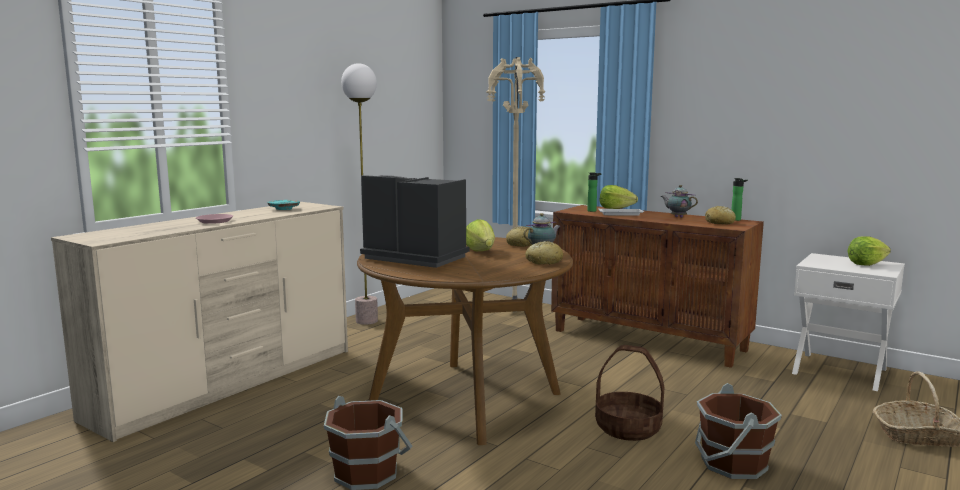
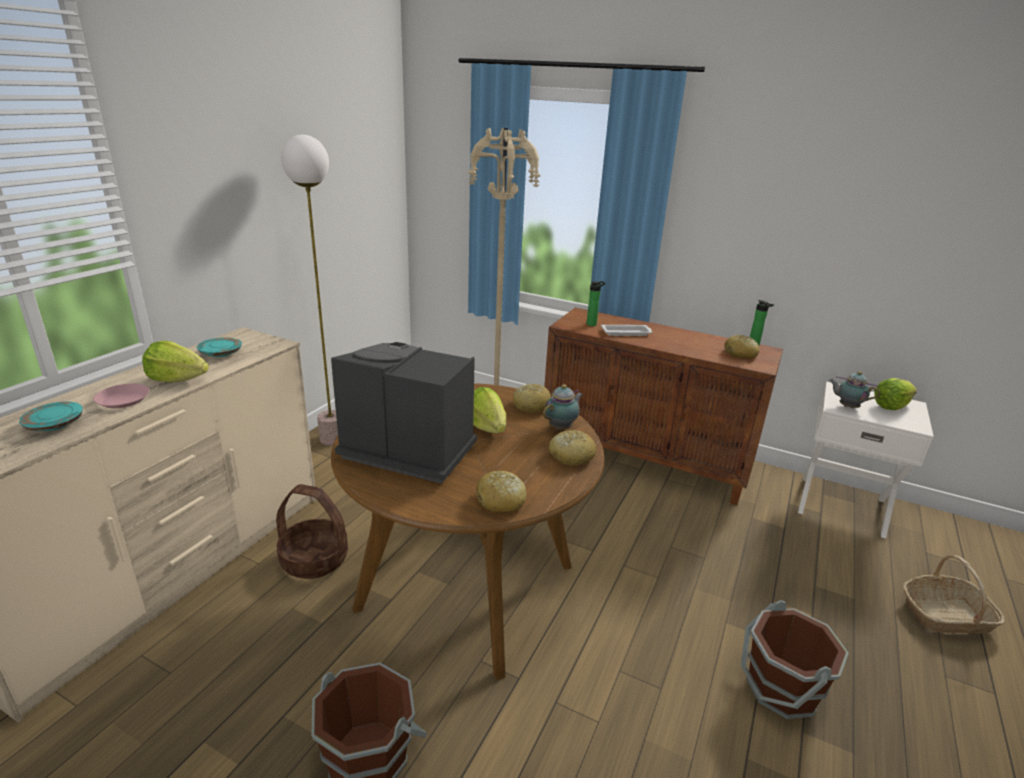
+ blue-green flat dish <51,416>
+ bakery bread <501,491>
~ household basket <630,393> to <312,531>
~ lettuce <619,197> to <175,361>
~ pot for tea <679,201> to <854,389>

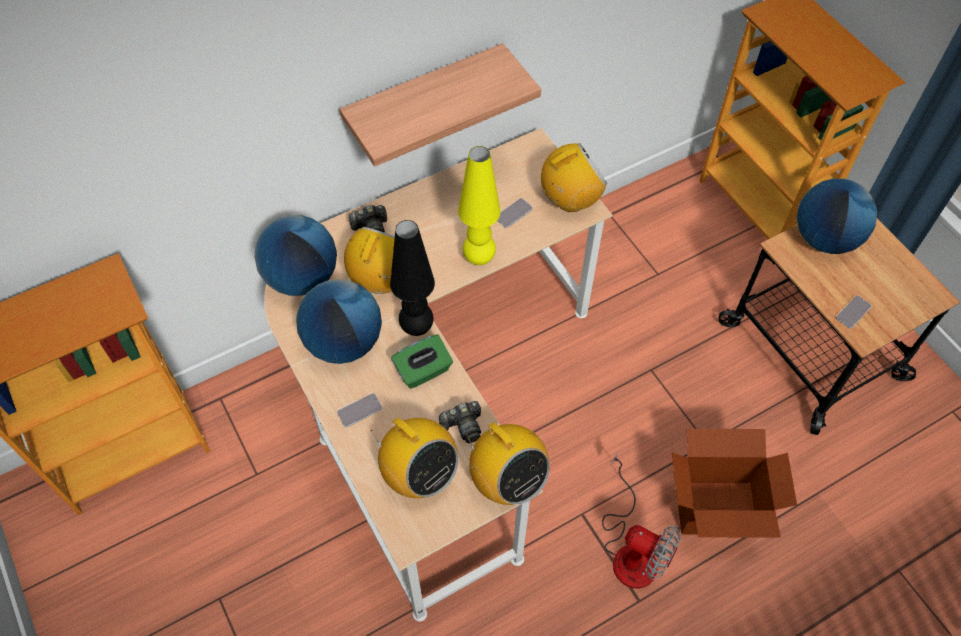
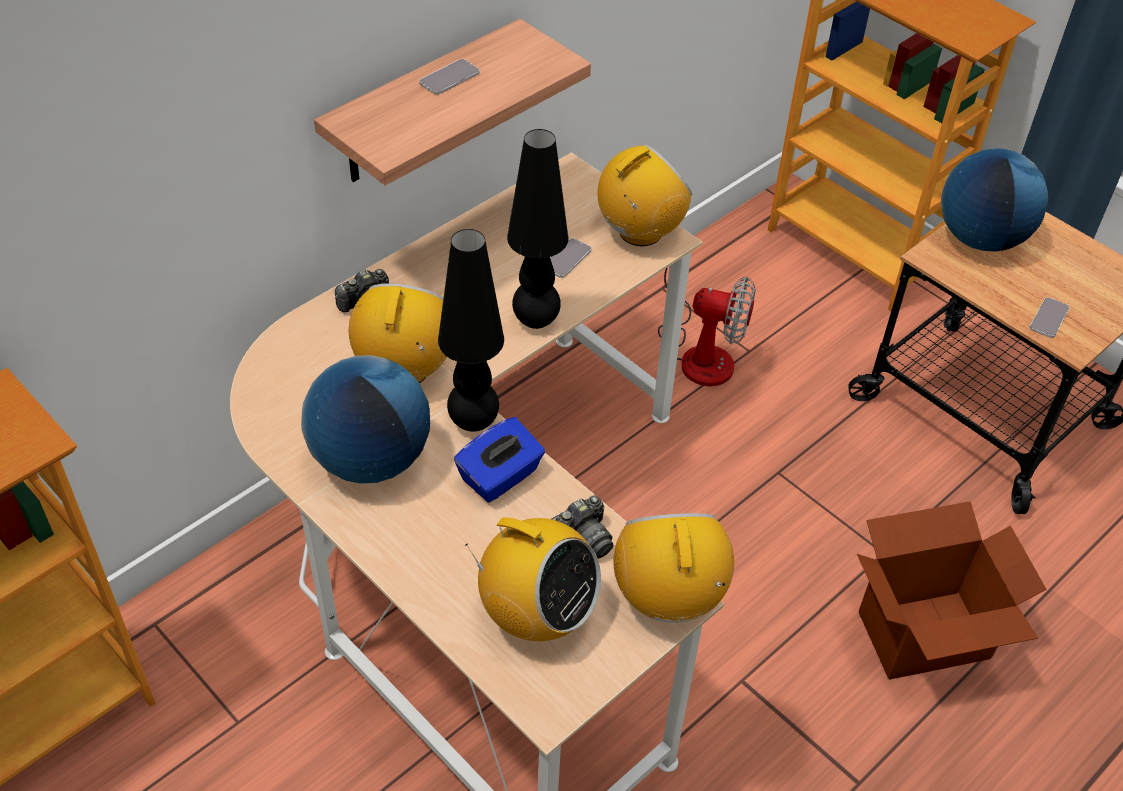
- desk globe <295,255>
~ phone <359,410> to <449,77>
~ cooling fan <641,519> to <707,326>
~ green tissue box <422,361> to bluish tissue box <499,459>
~ yellow-coloured table lamp <479,205> to black-coloured table lamp <537,229>
~ radio set <507,463> = <674,568> 135 degrees counterclockwise

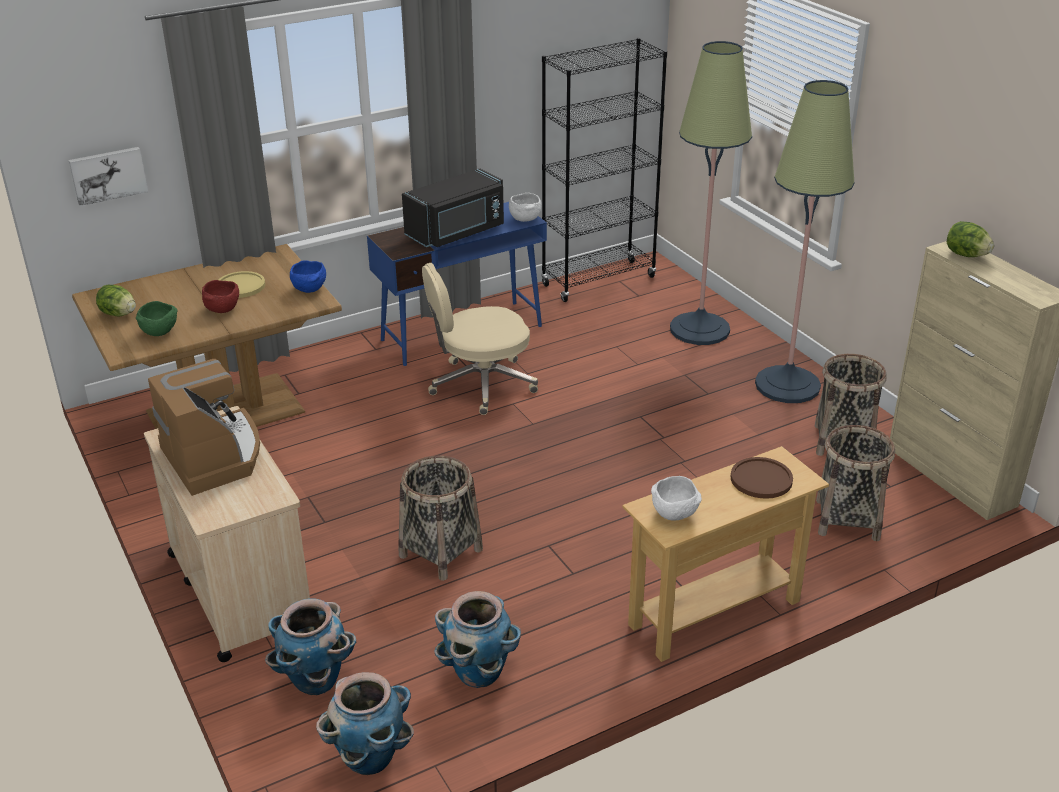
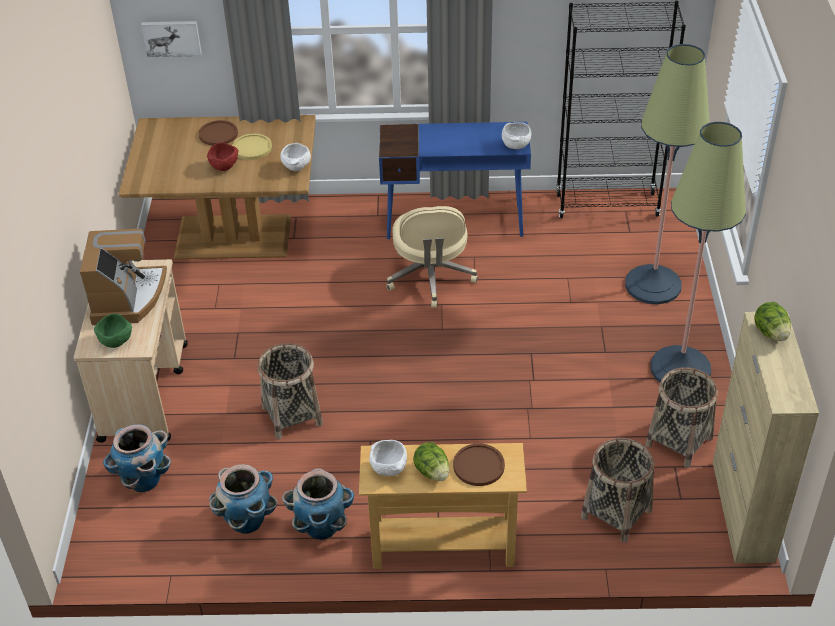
- black-coloured kitchen microwave <453,208>
+ brown-coloured flat dish <218,133>
~ lettuce <116,301> to <431,461>
~ green serving bowl <157,318> to <113,331>
~ planter <365,723> to <318,504>
~ bluish serving bowl <308,276> to whitish serving bowl <295,157>
~ beige office chair <480,339> = <432,257> 105 degrees counterclockwise

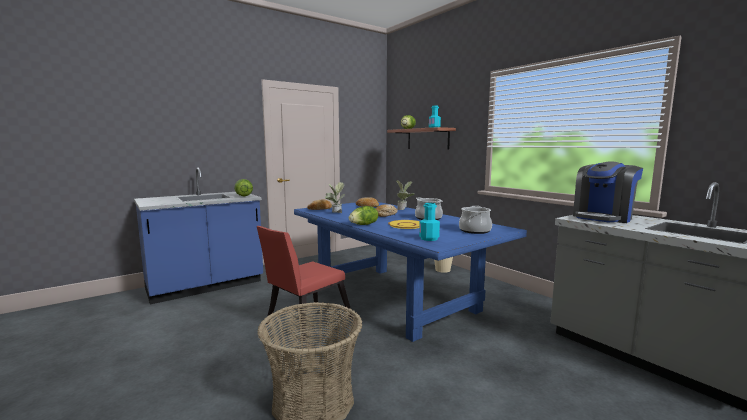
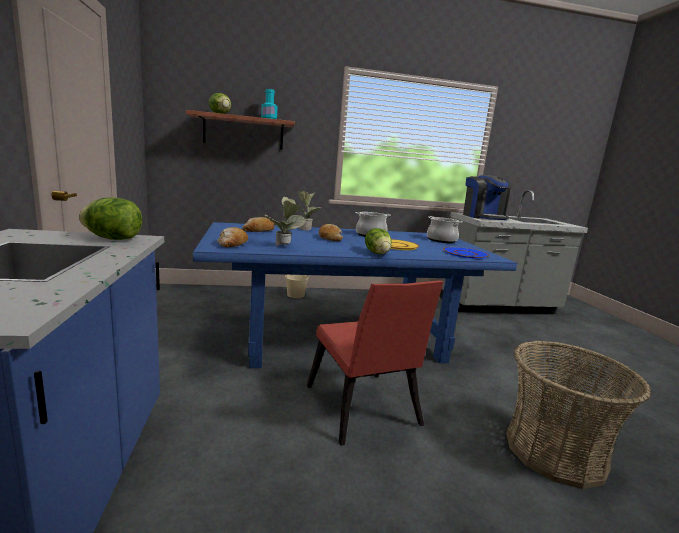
~ blue-green beverage bottle <429,222> to bluish flat dish <466,253>

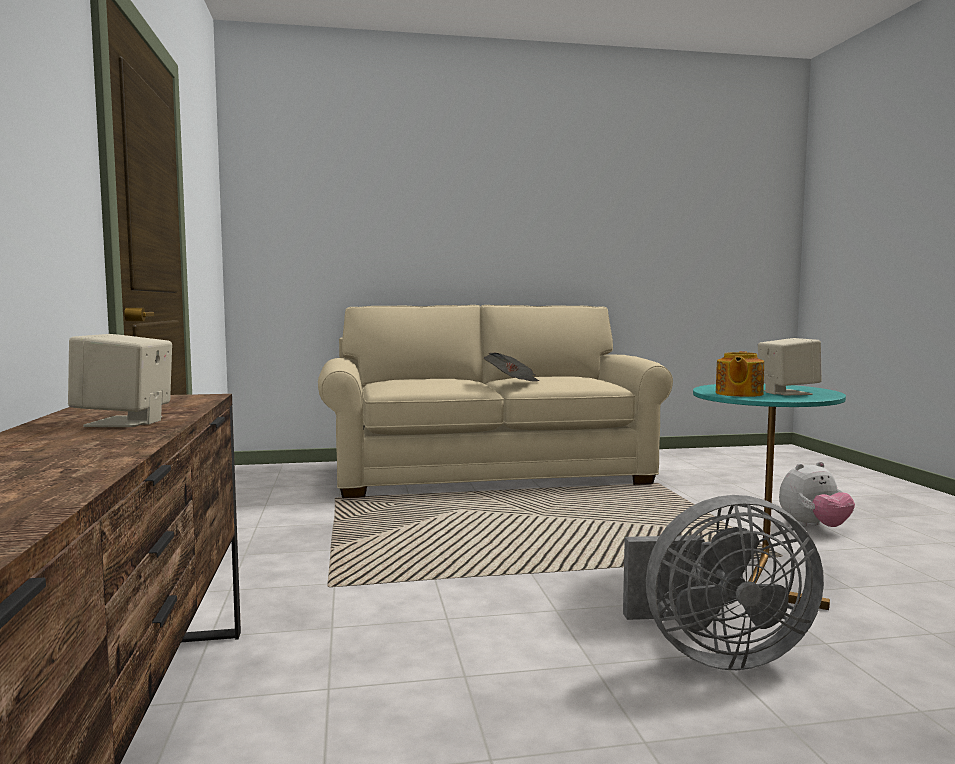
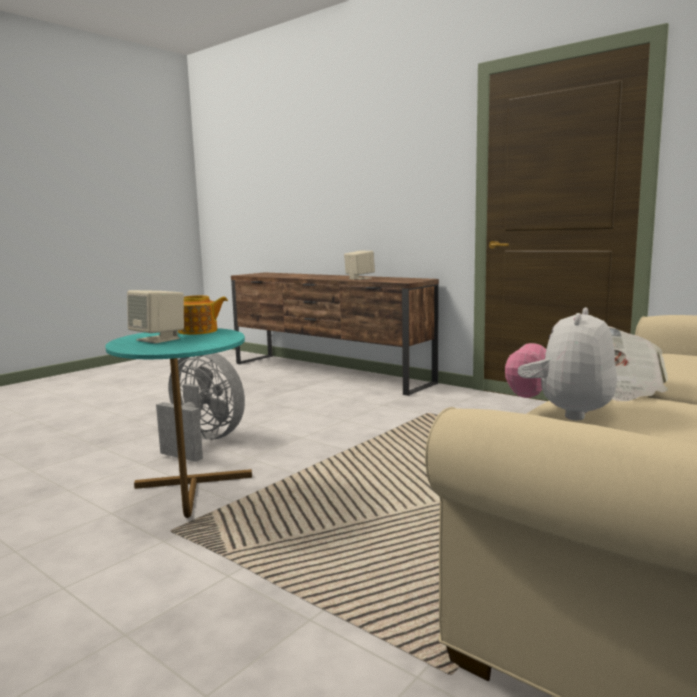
~ cuddly toy <817,494> to <561,363>
~ grey cooling fan <723,582> = <200,407> 75 degrees clockwise
~ pot for tea <740,374> = <203,315> 105 degrees clockwise

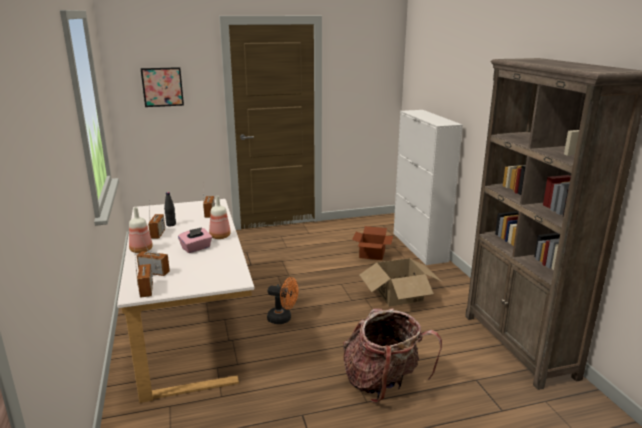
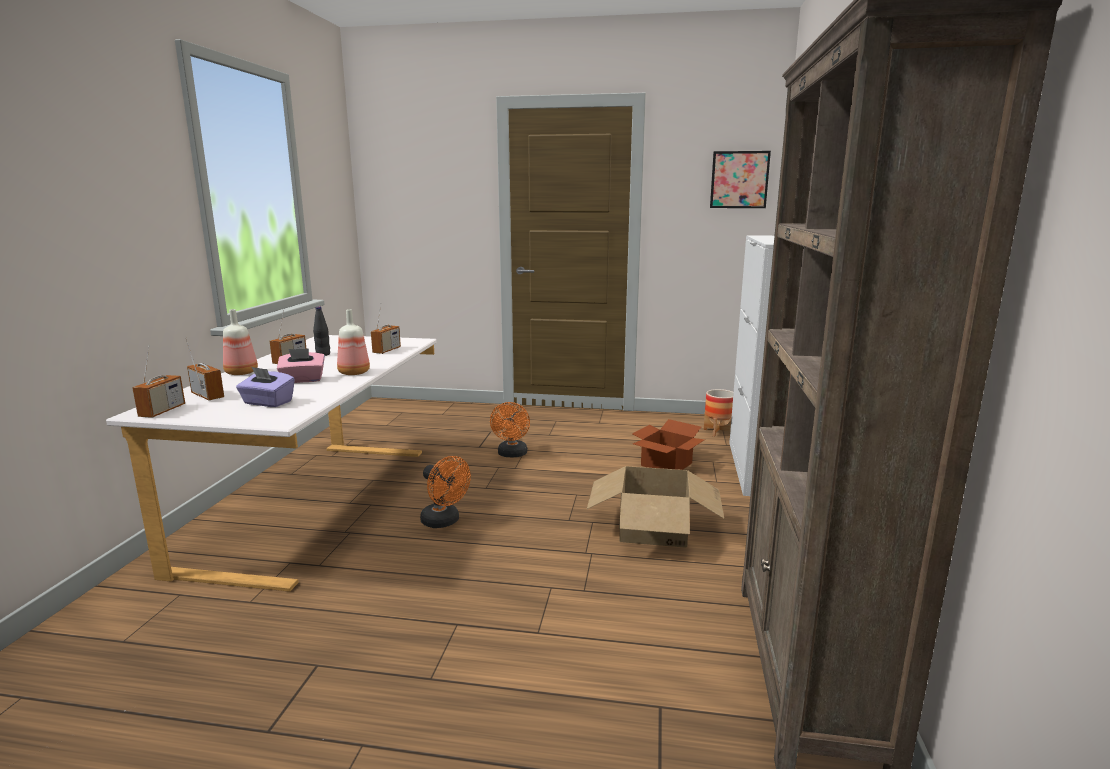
- backpack <392,355>
+ purple tissue box <265,387>
+ orange-coloured cooling fan <510,429>
+ planter <719,413>
~ wall art <162,87> to <740,179>

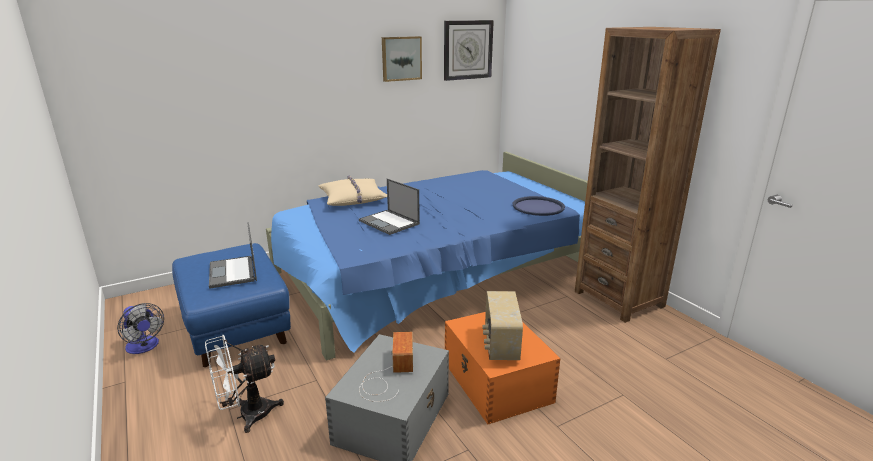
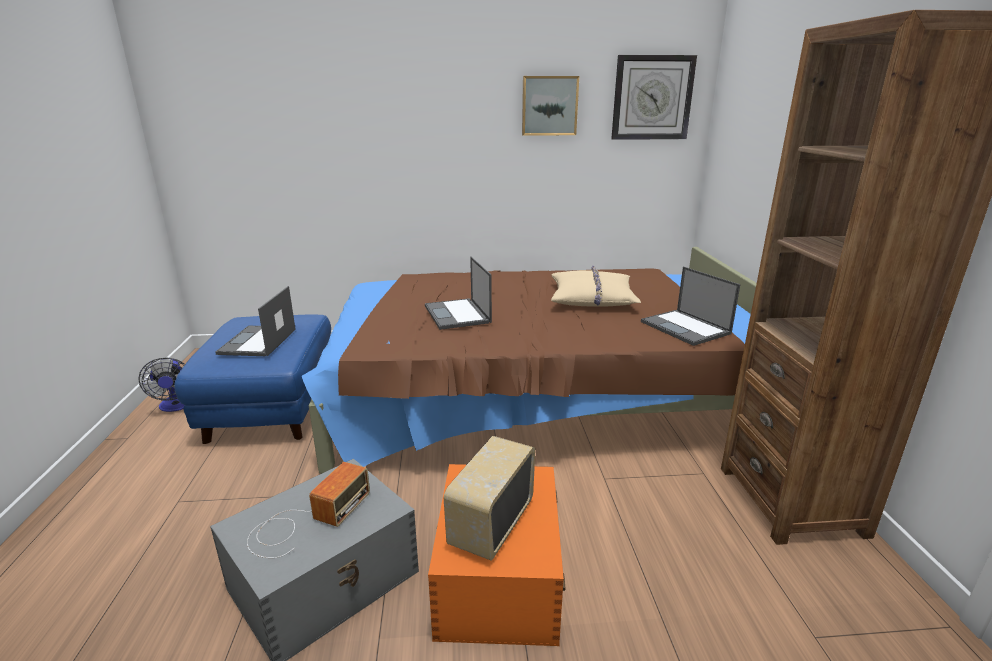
- whitish cooling fan <244,384>
~ beige cushion <353,190> to <596,286>
~ bluish carrying tray <538,206> to notebook computer <691,306>
~ bluish sleeping bed <427,256> to brown-coloured sleeping bed <529,360>

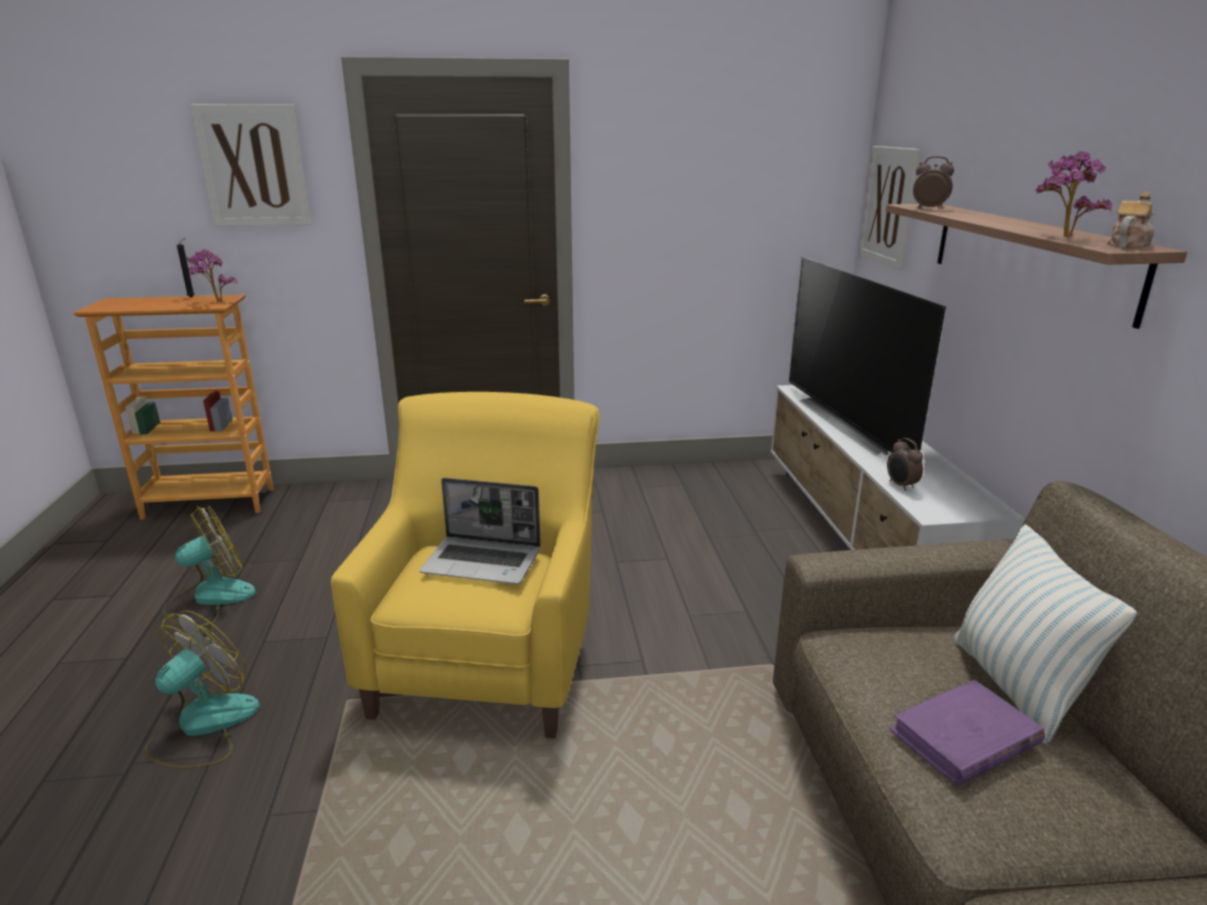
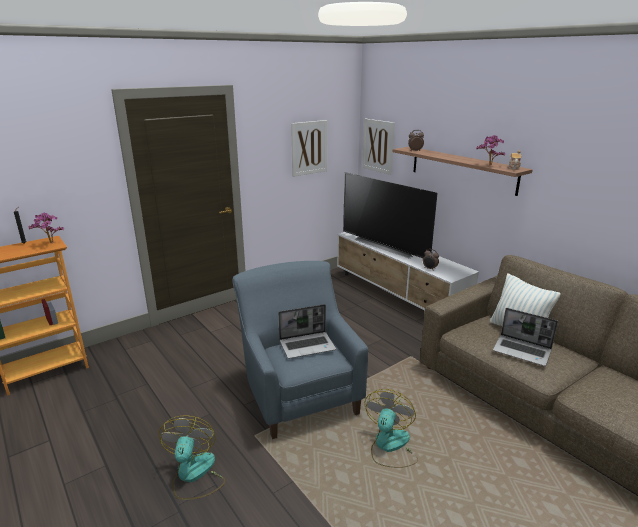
~ cooling fan <209,566> to <391,428>
~ wall art <251,165> to <309,148>
~ purple book <967,733> to notebook computer <525,337>
~ yellow-coloured lounge chair <465,565> to bluish lounge chair <300,350>

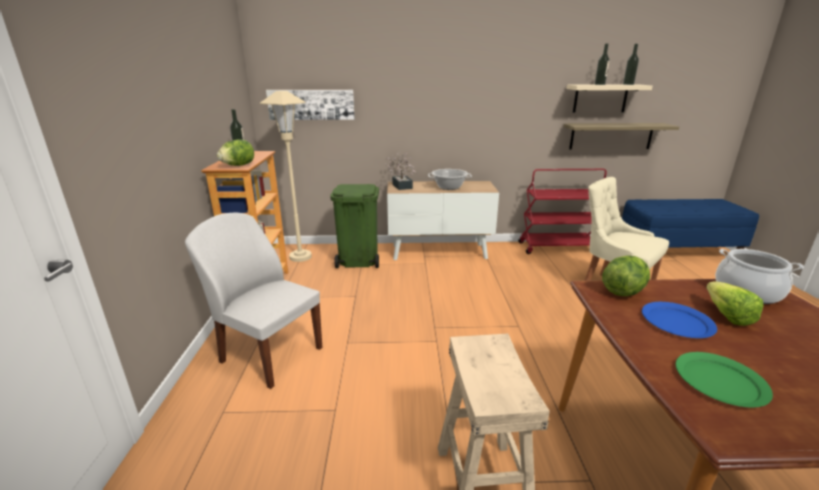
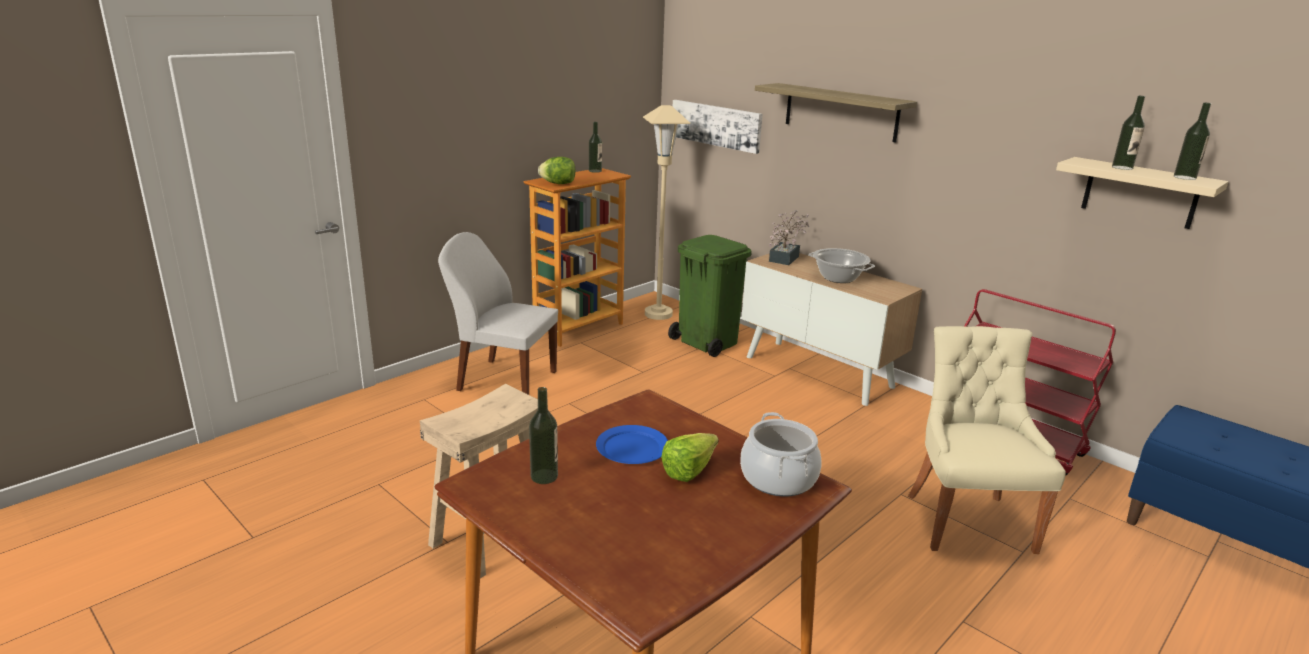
- lettuce <626,275>
~ bracket shelf <621,136> to <836,113>
~ green flat dish <724,379> to beverage bottle <543,435>
~ whitish chair <253,300> = <498,313> 60 degrees counterclockwise

